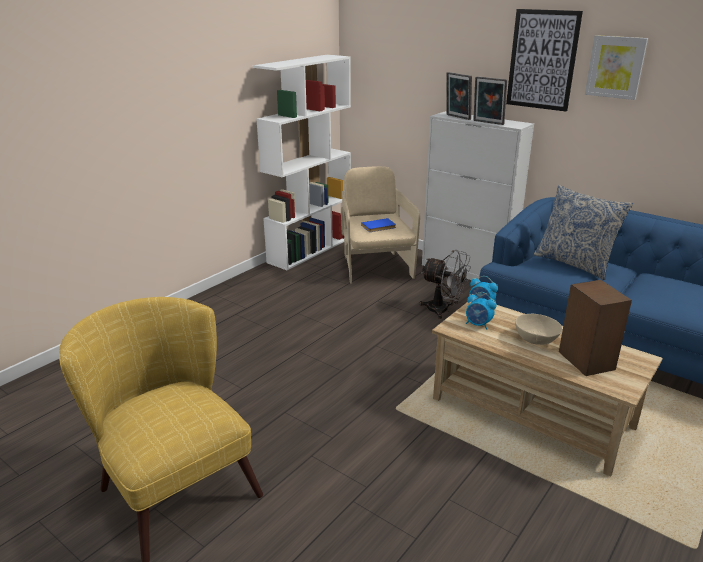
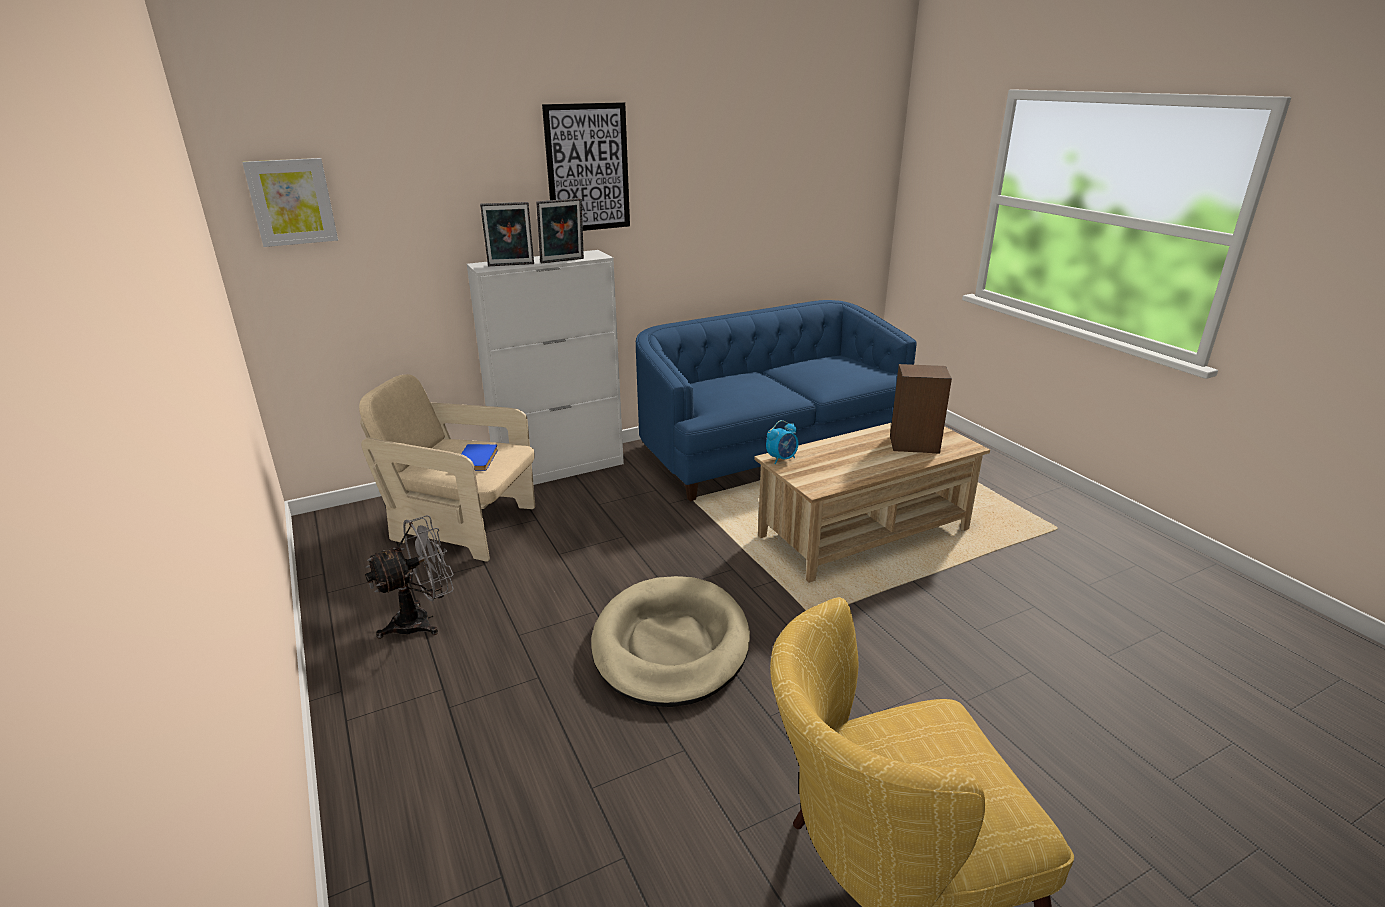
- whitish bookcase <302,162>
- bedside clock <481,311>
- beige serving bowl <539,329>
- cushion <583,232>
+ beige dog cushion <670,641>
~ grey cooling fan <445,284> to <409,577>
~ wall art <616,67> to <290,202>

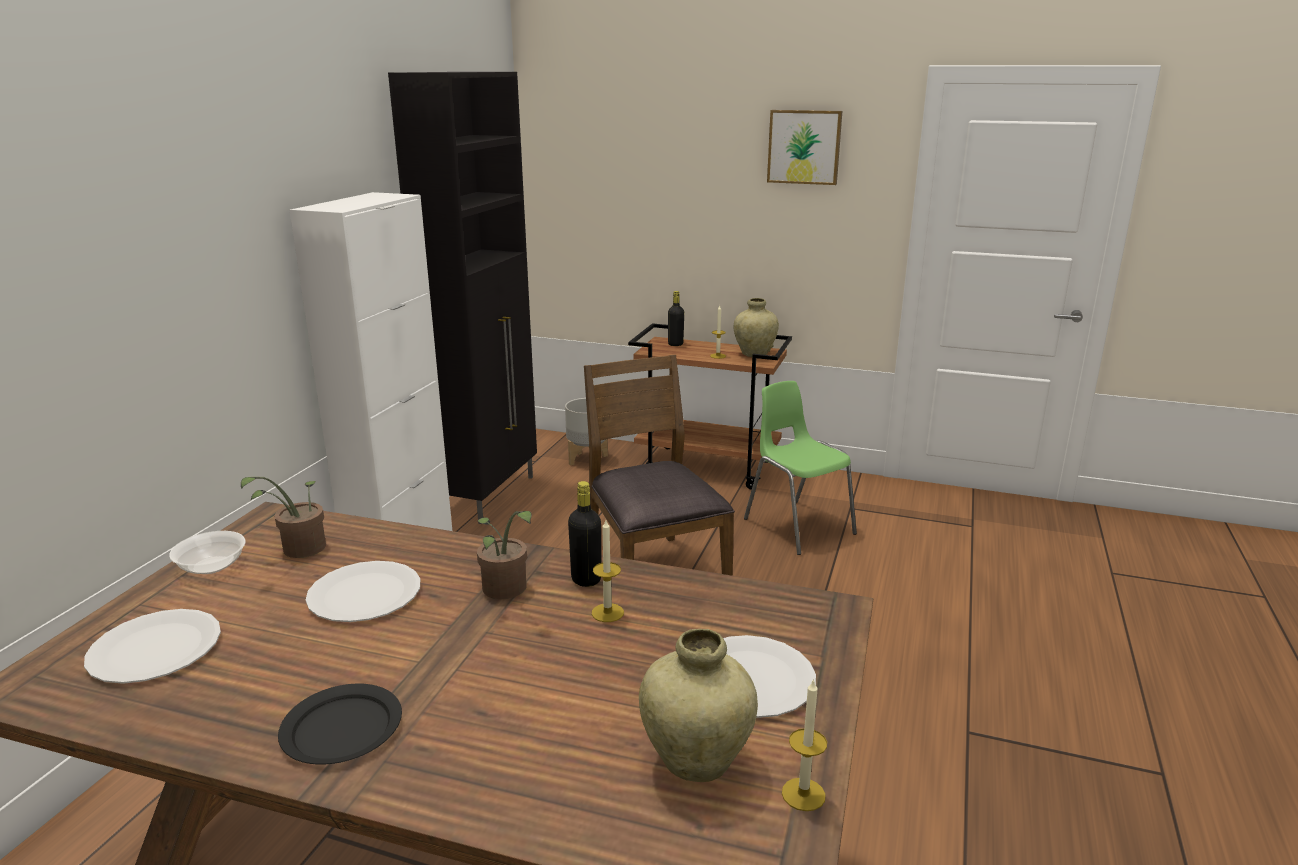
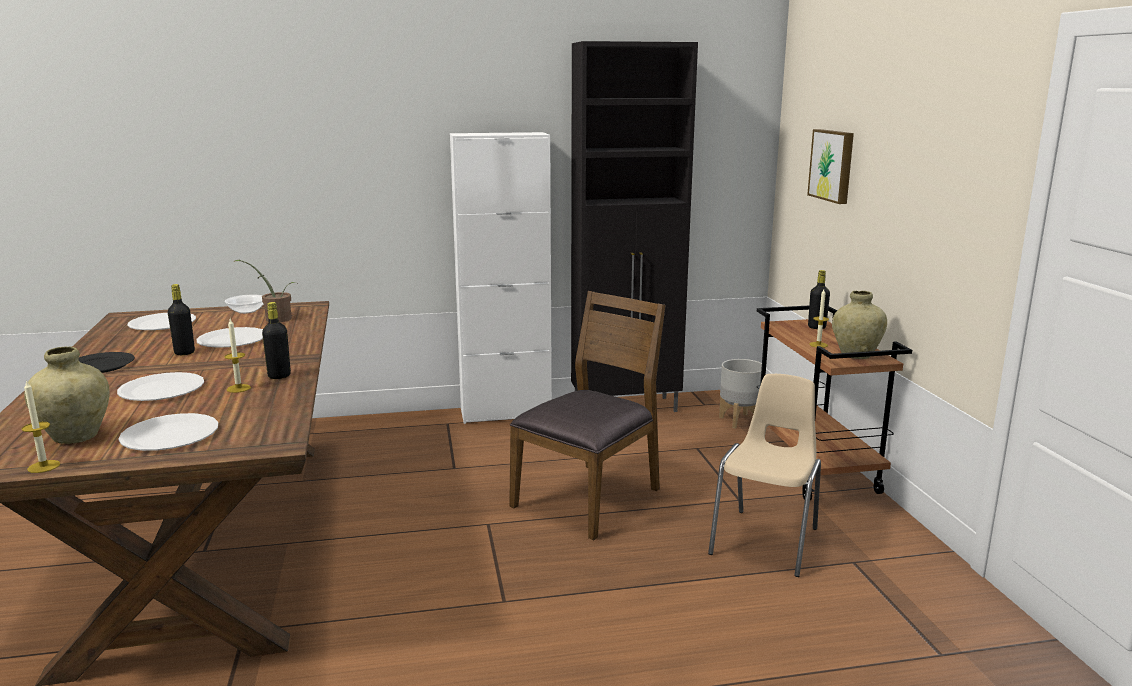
- plant in a pot <504,555>
+ whitish flat dish <160,386>
+ black-coloured beverage bottle <181,319>
~ wall art <804,147> to <830,166>
~ green chair <800,468> to beige chair <764,475>

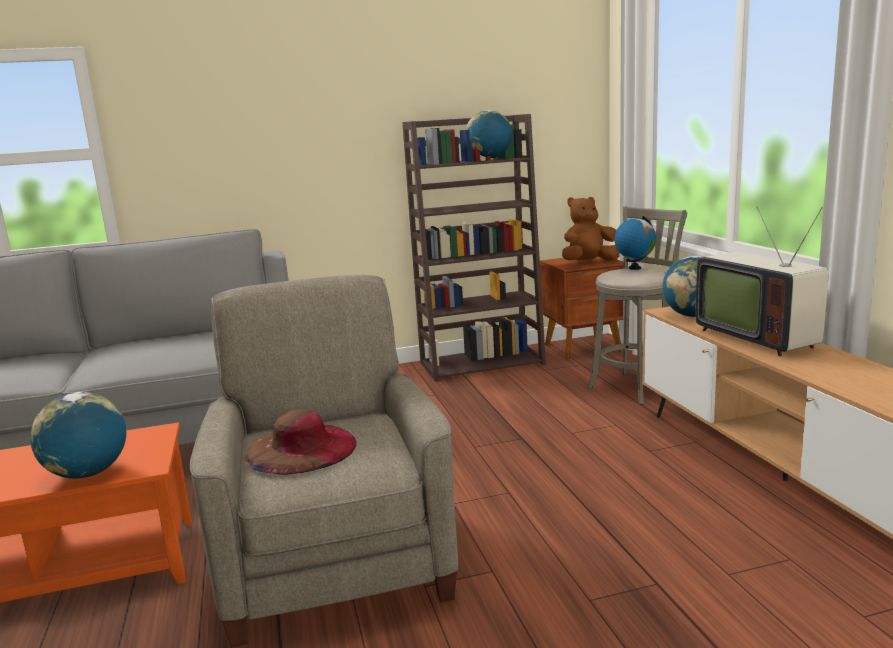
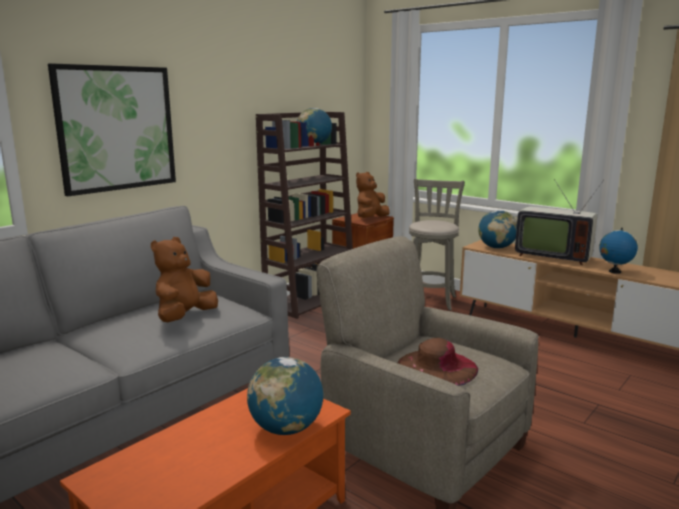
+ wall art <112,129>
+ brown-coloured cuddly toy <184,279>
~ desk globe <635,243> to <618,251>

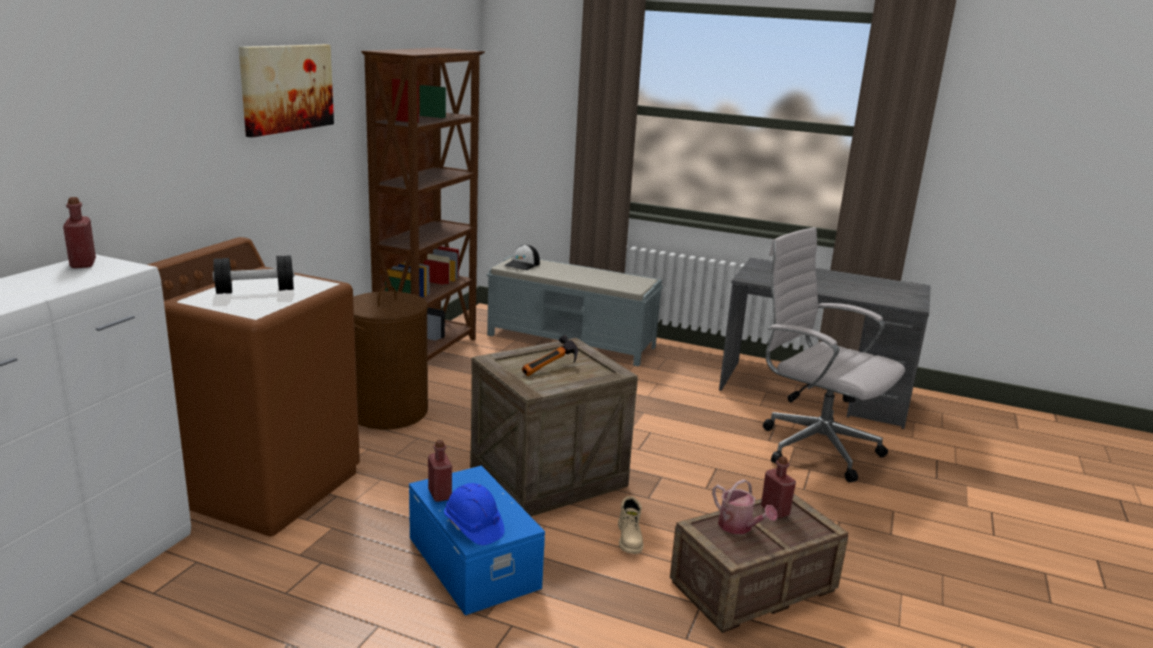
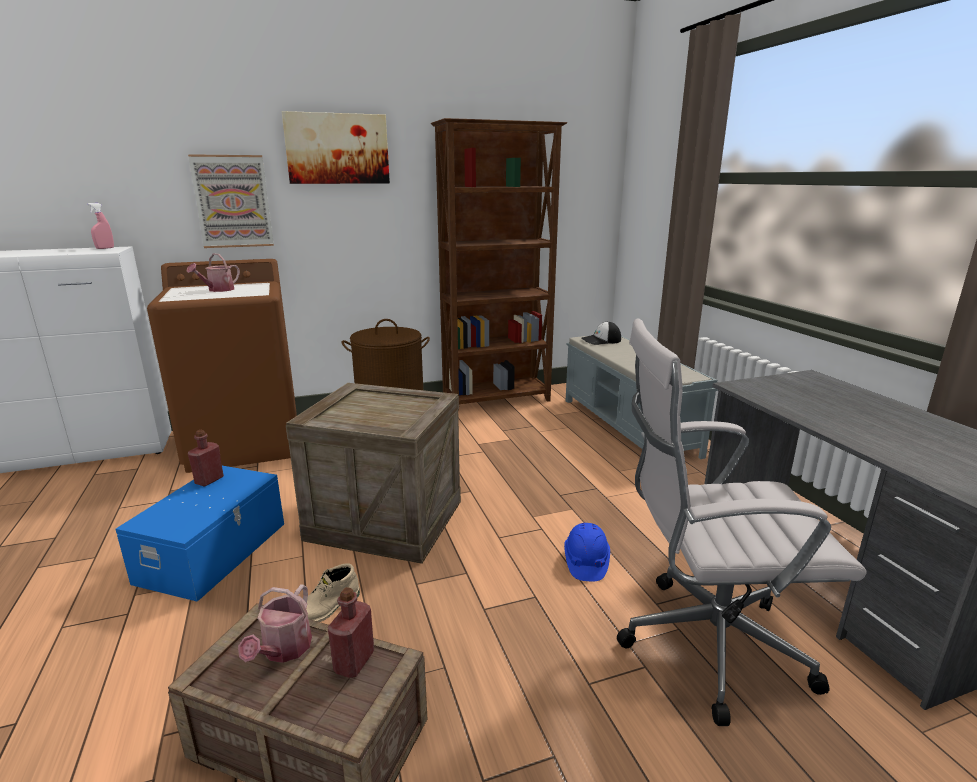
- tool hammer <550,355>
+ wall art <231,201>
~ bluish work helmet <474,514> to <587,552>
~ red beverage bottle <79,232> to pinkish spray bottle <100,226>
~ black-coloured free weight <254,274> to watering pot <213,272>
~ whitish office chair <834,355> = <742,522> 90 degrees counterclockwise

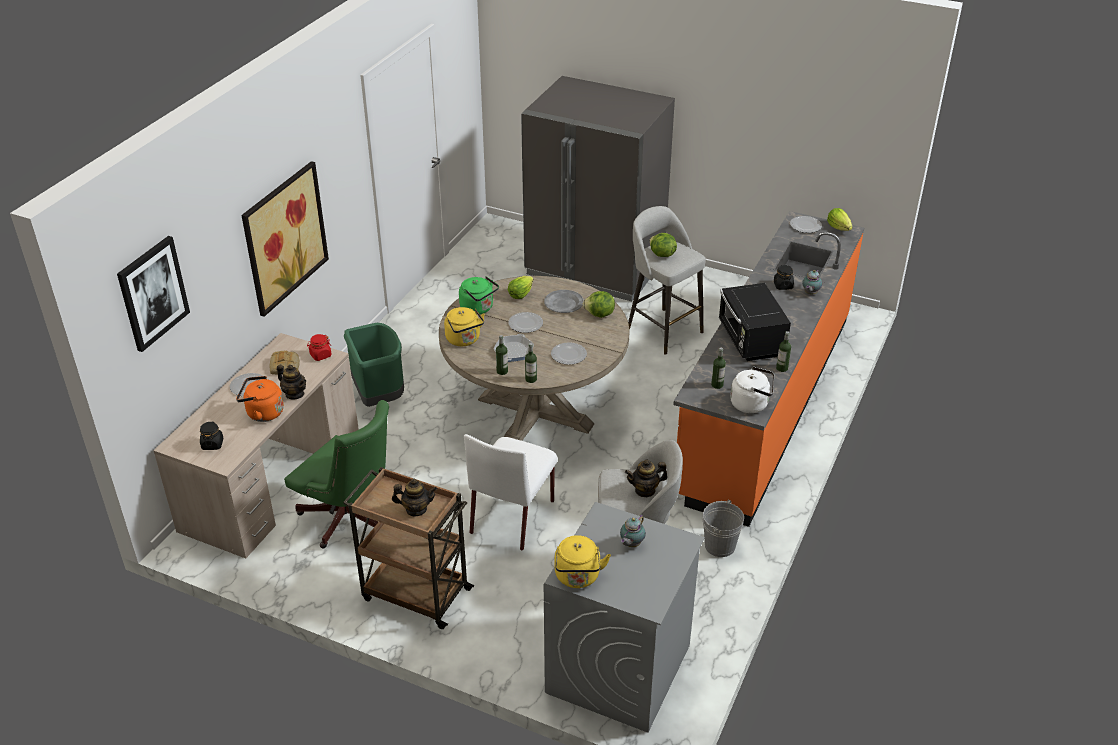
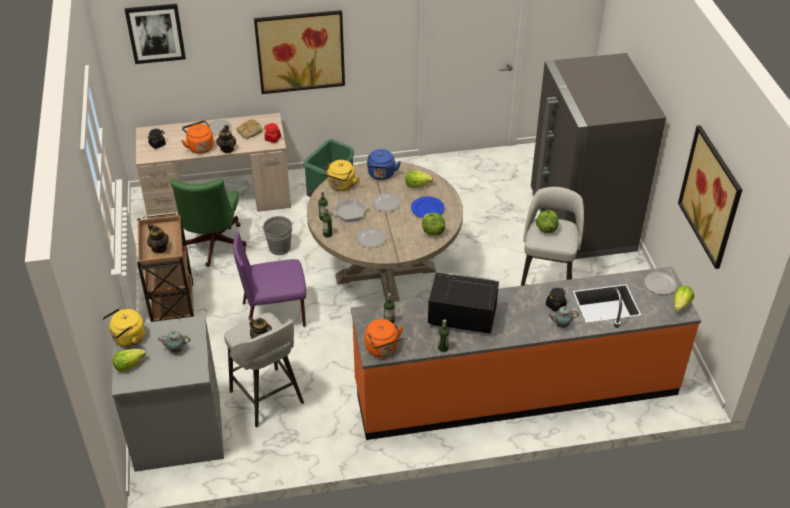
+ lettuce <129,360>
+ wall art <710,197>
~ grey pail <723,528> to <277,235>
~ green tea kettle <479,295> to bluish tea kettle <383,164>
~ whitish chair <511,492> to purple chair <269,279>
~ grey flat dish <564,301> to bluish flat dish <427,207>
~ whitish tea kettle <752,390> to orange-coloured tea kettle <384,338>
~ black-coloured kitchen microwave <755,322> = <463,303> 60 degrees clockwise

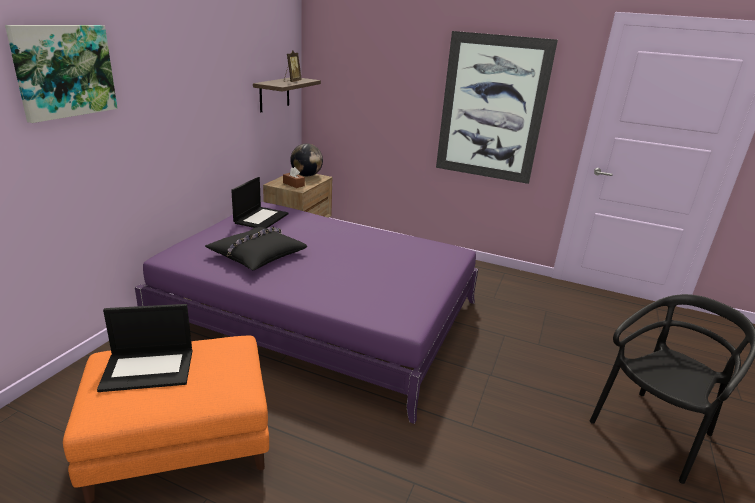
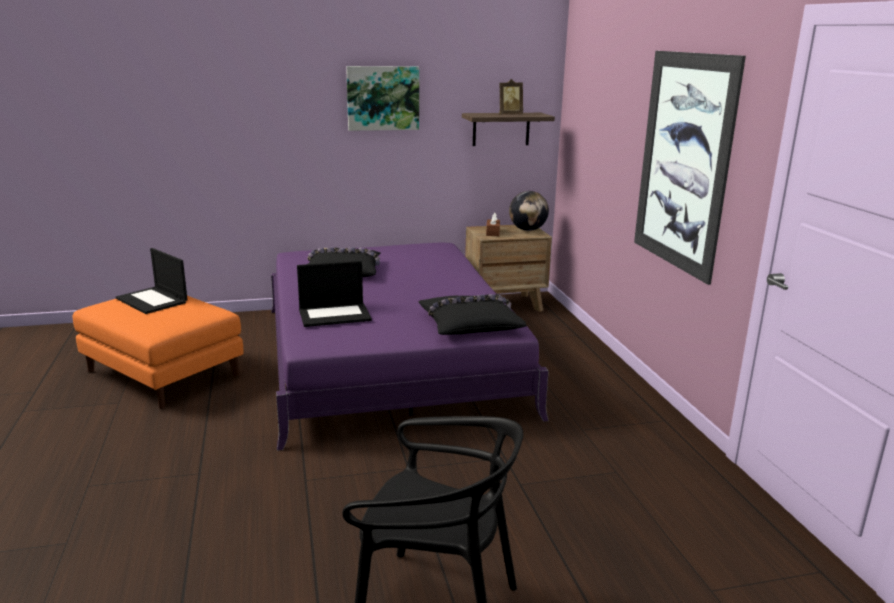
+ black-coloured cushion <472,314>
~ wall art <61,74> to <382,98>
~ notebook computer <260,202> to <334,294>

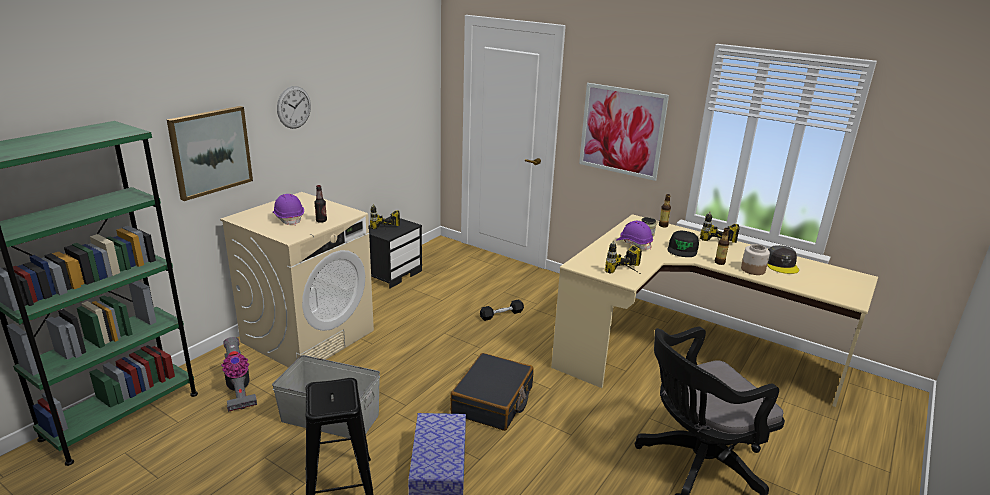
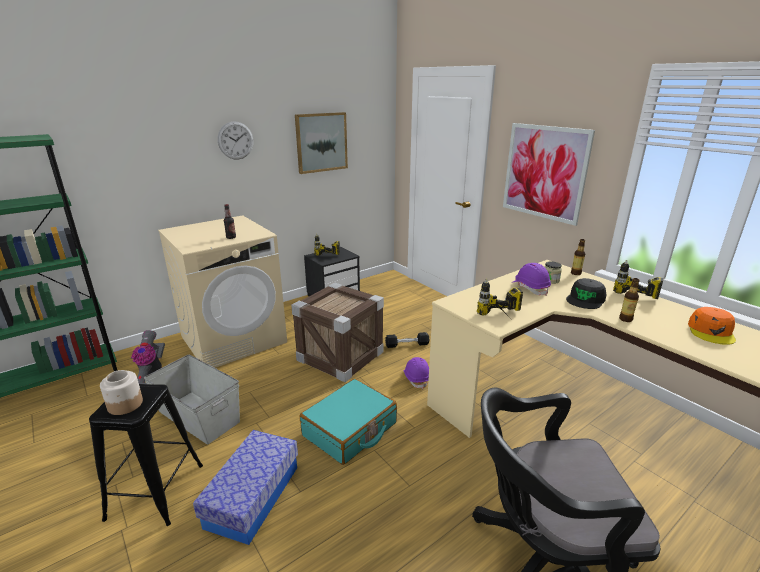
+ crate <337,332>
~ wall art <210,153> to <321,143>
~ purple work helmet <288,209> to <416,373>
~ preserve jar <755,259> to <121,392>
~ black-coloured piece of luggage <492,392> to blue-green piece of luggage <348,422>
~ grey peaked cap <783,259> to orange-coloured peaked cap <712,326>

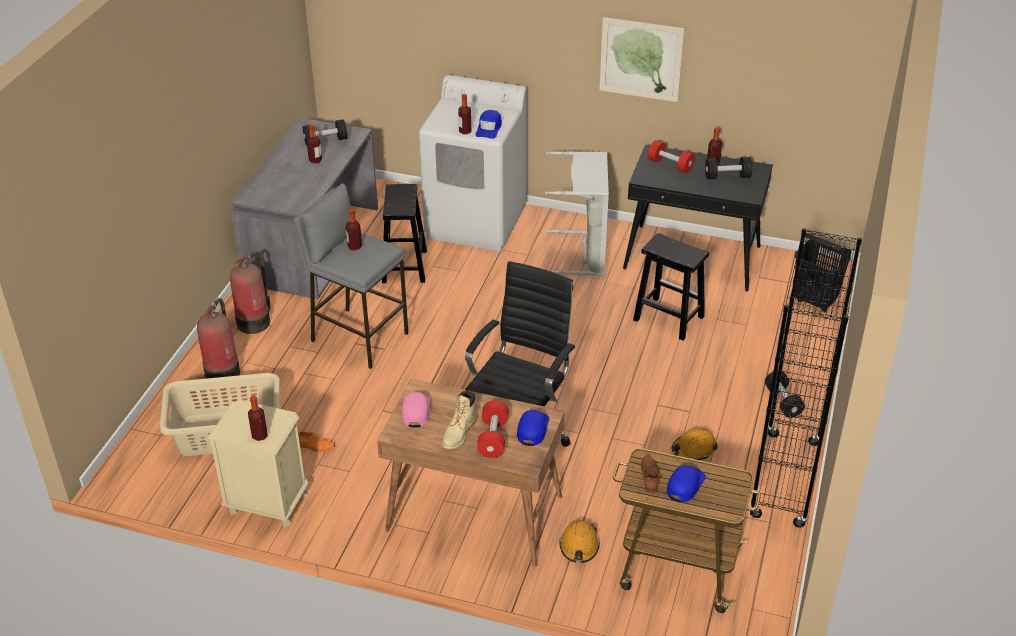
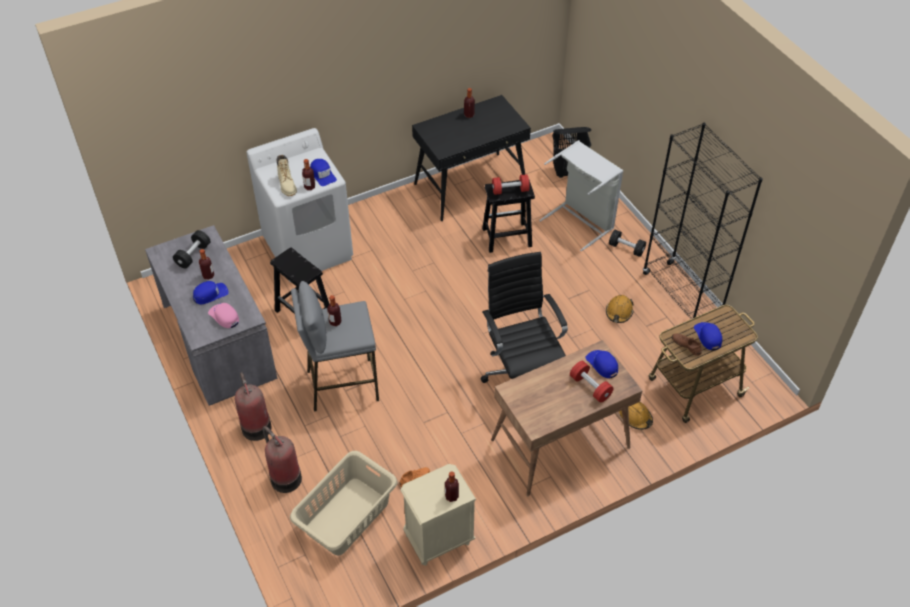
- wall art <642,59>
- black-coloured free weight <728,168>
+ bluish peaked cap <211,292>
~ pinkish peaked cap <416,410> to <223,315>
~ beige high-top boot <459,420> to <287,175>
~ grey laundry basket <577,213> to <581,195>
~ red free weight <671,156> to <511,184>

